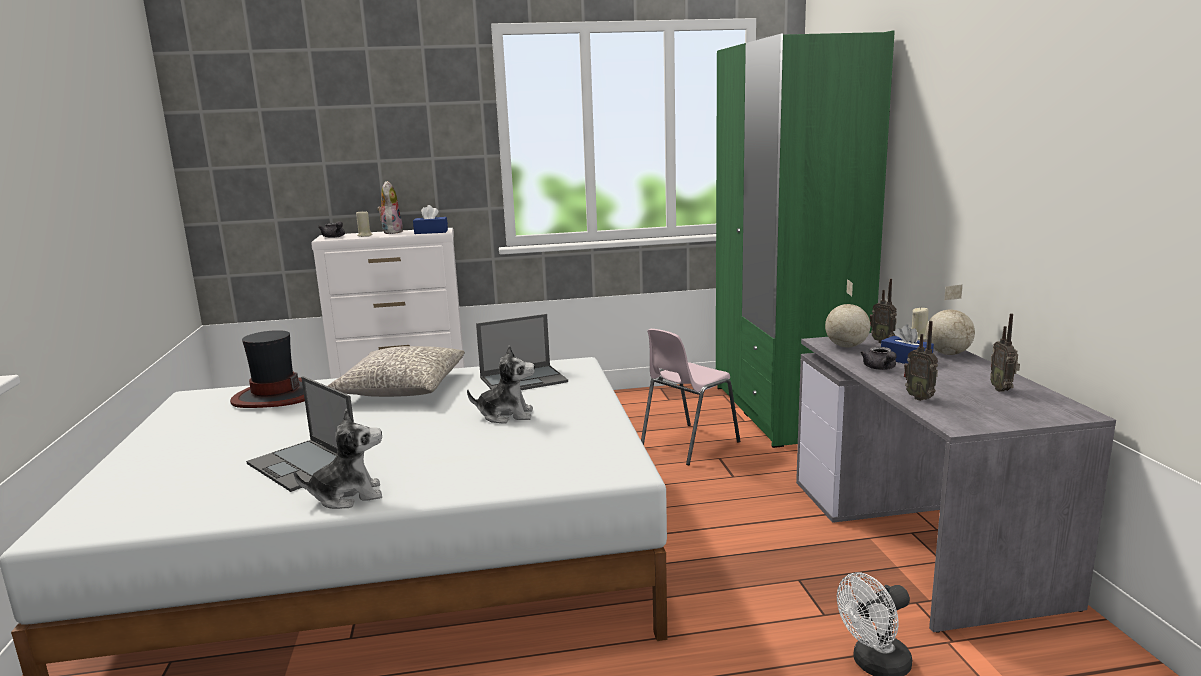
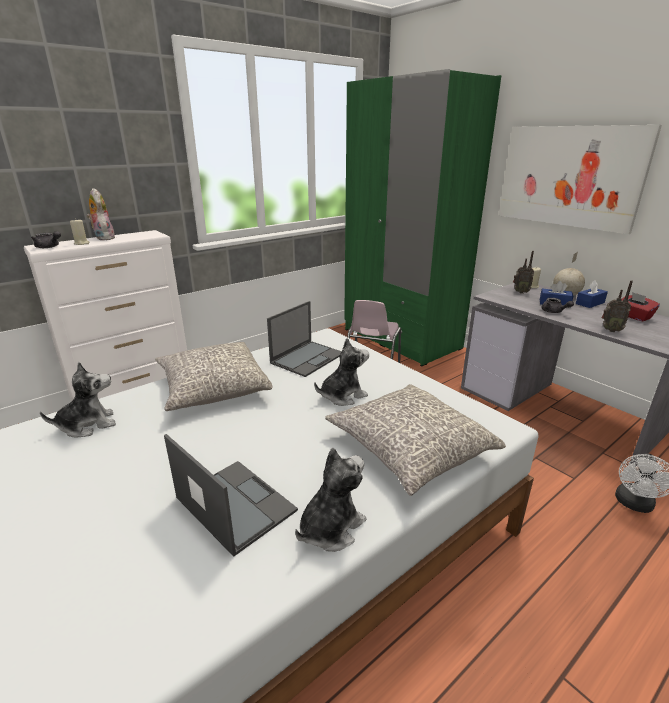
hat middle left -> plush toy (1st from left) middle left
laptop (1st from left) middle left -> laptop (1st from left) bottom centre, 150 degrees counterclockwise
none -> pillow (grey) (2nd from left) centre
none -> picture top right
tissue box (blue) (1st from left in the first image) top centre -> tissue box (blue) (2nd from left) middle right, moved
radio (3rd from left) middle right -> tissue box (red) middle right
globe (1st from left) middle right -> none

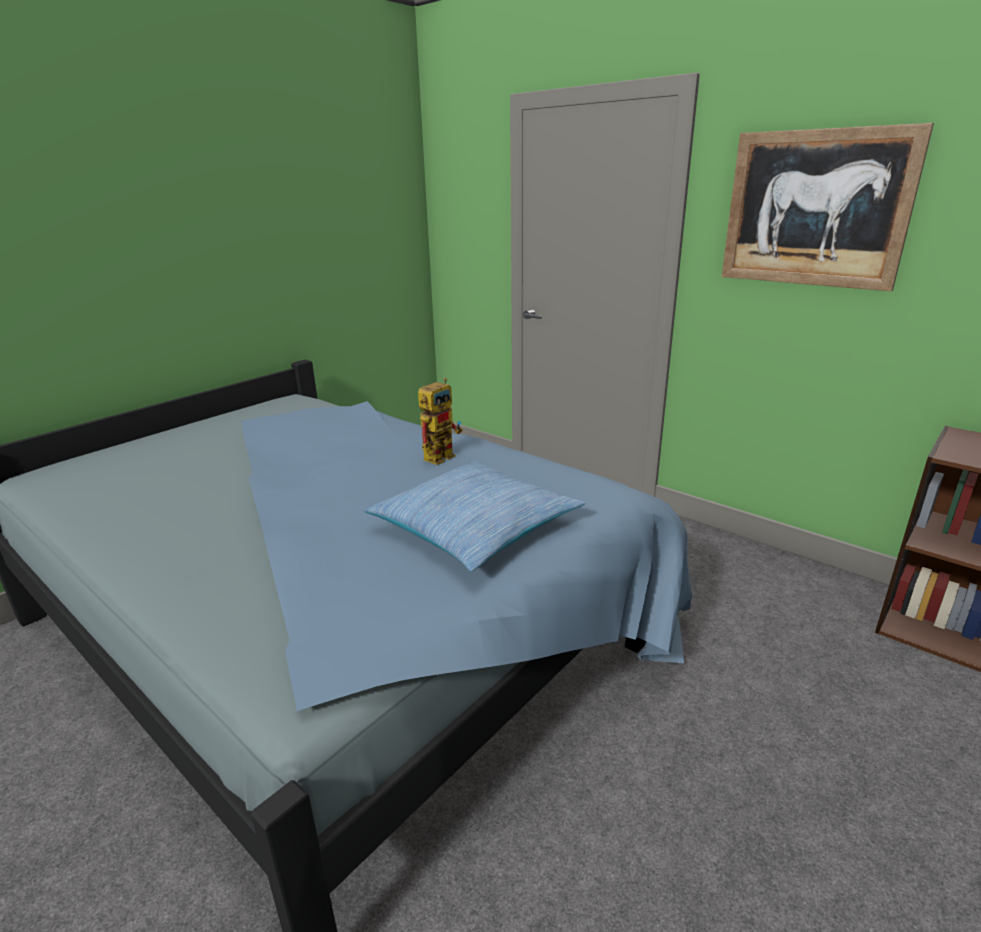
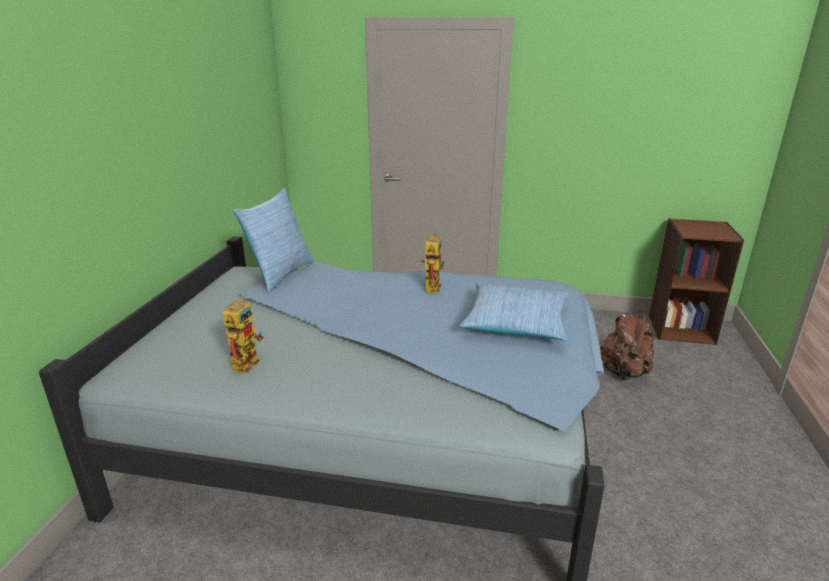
none -> toy robot (1st from left) middle left
none -> pillow (1st from left) middle left
none -> backpack (brown) middle right
picture top right -> none

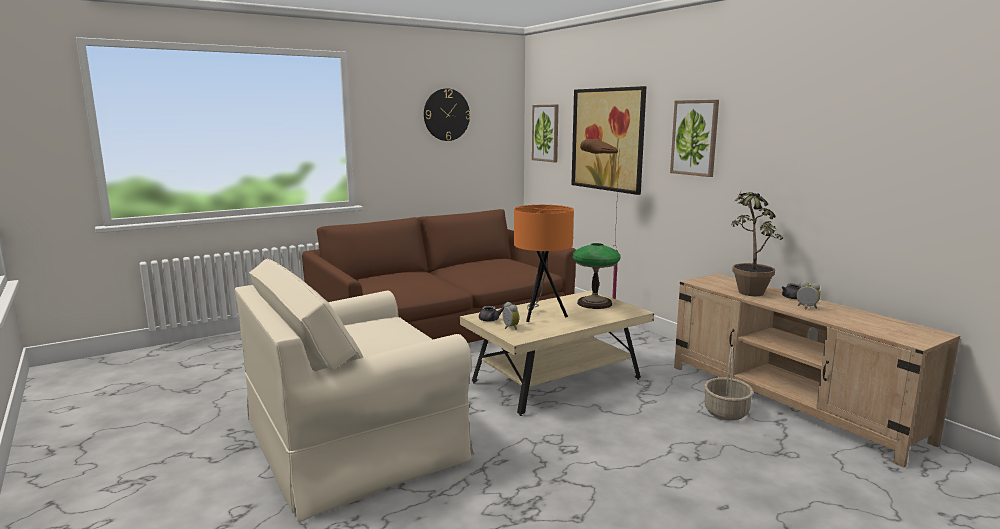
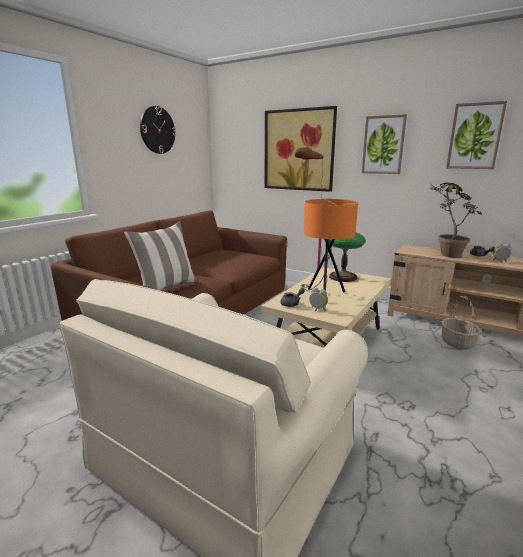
none -> pillow middle left
picture (1st from left in the first image) top centre -> picture (3rd from left) top right, moved

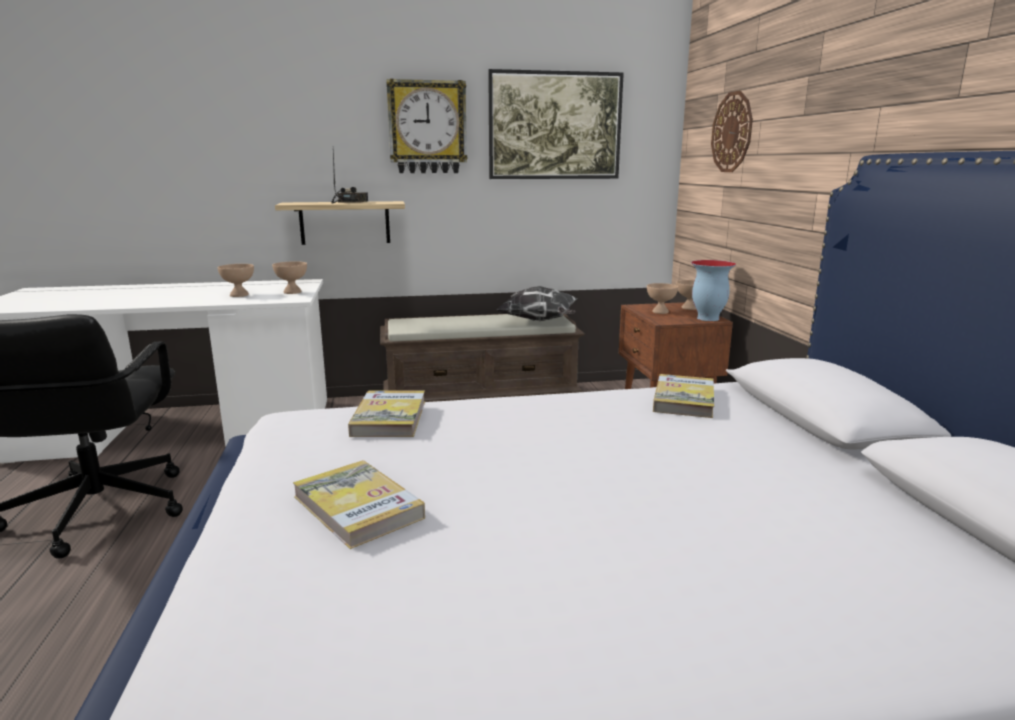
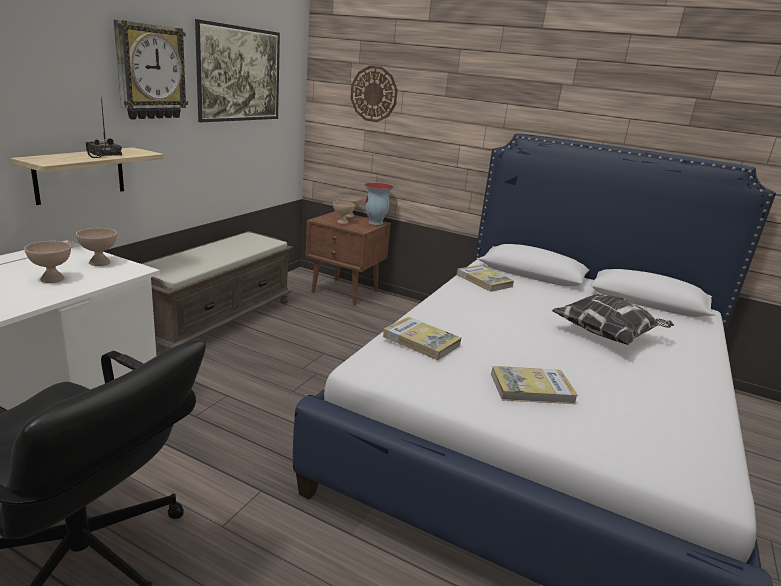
pillow centre -> pillow middle right, moved

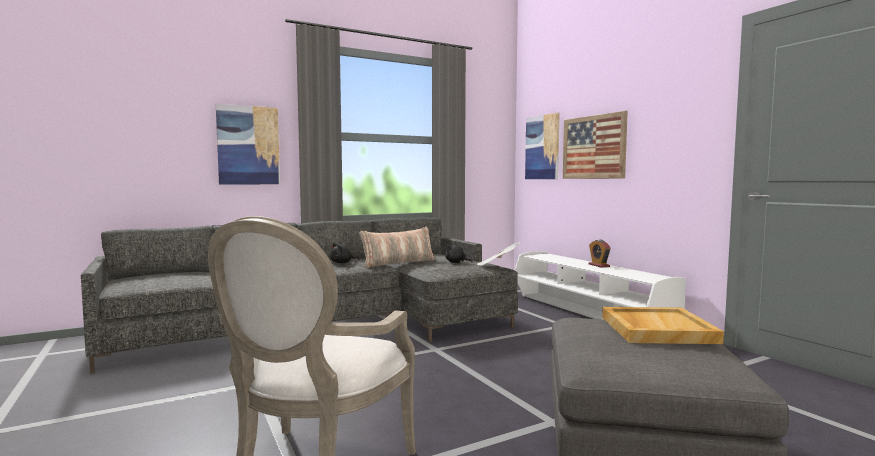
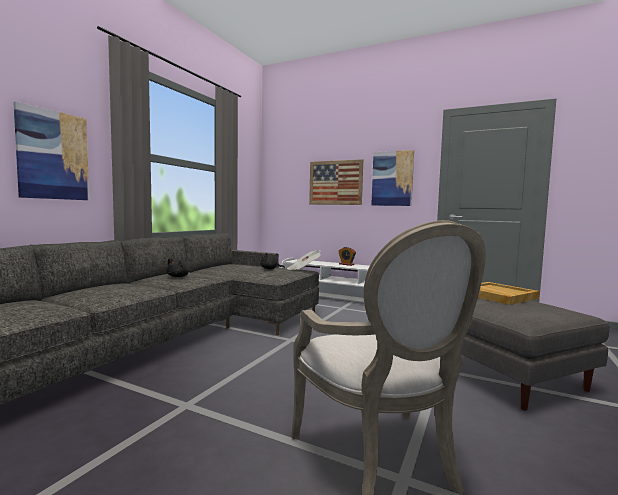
picture (2nd from left in the first image) top centre -> picture (3rd from left) centre, moved
pillow centre -> none

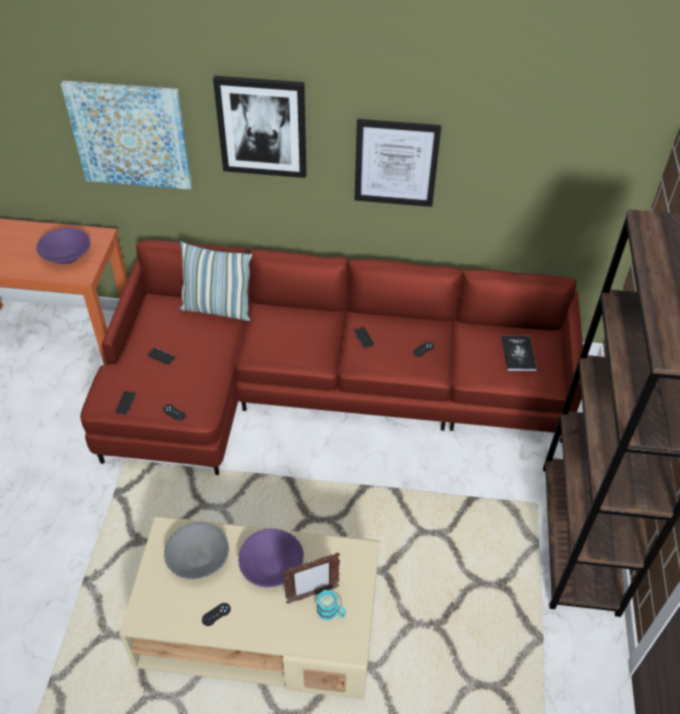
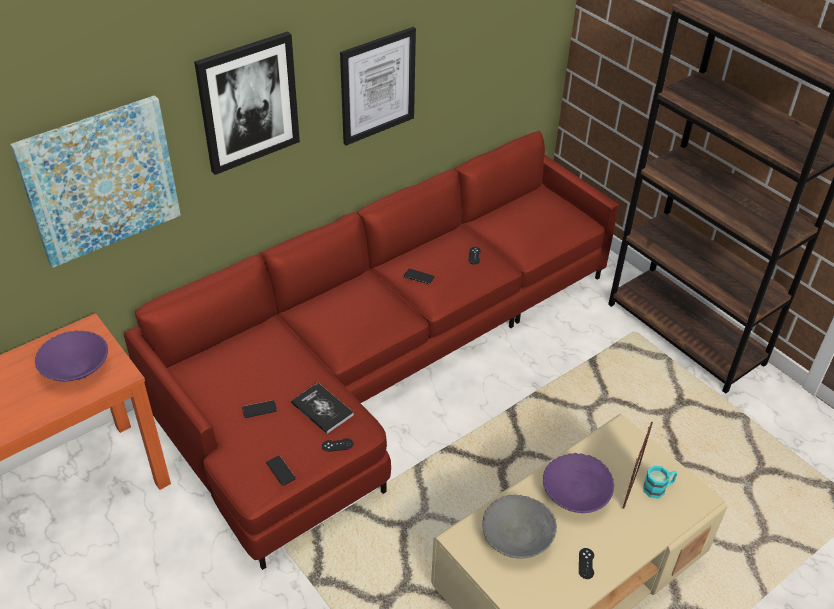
book middle right -> book bottom centre, moved
pillow middle left -> none

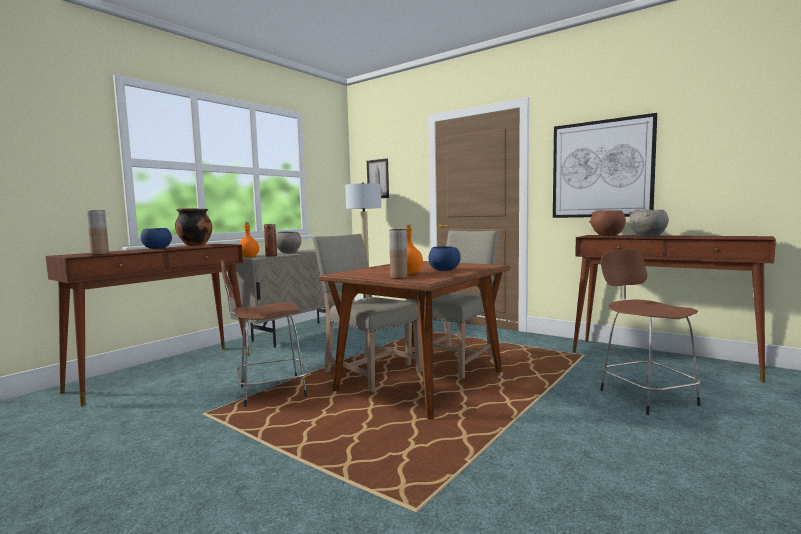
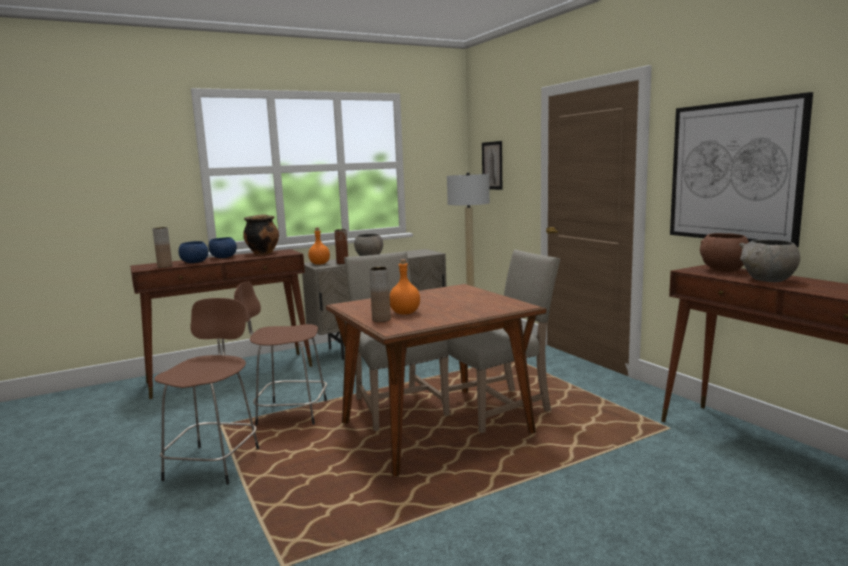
stool (brown) (2nd from left in the first image) middle right -> stool (brown) (1st from left) bottom left, moved
bowl (blue) (2nd from left in the first image) centre -> bowl (blue) (1st from left) middle left, moved

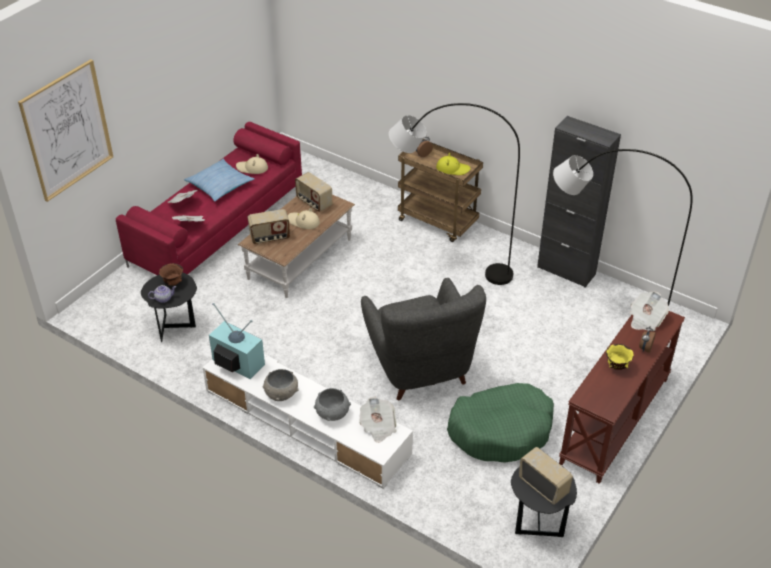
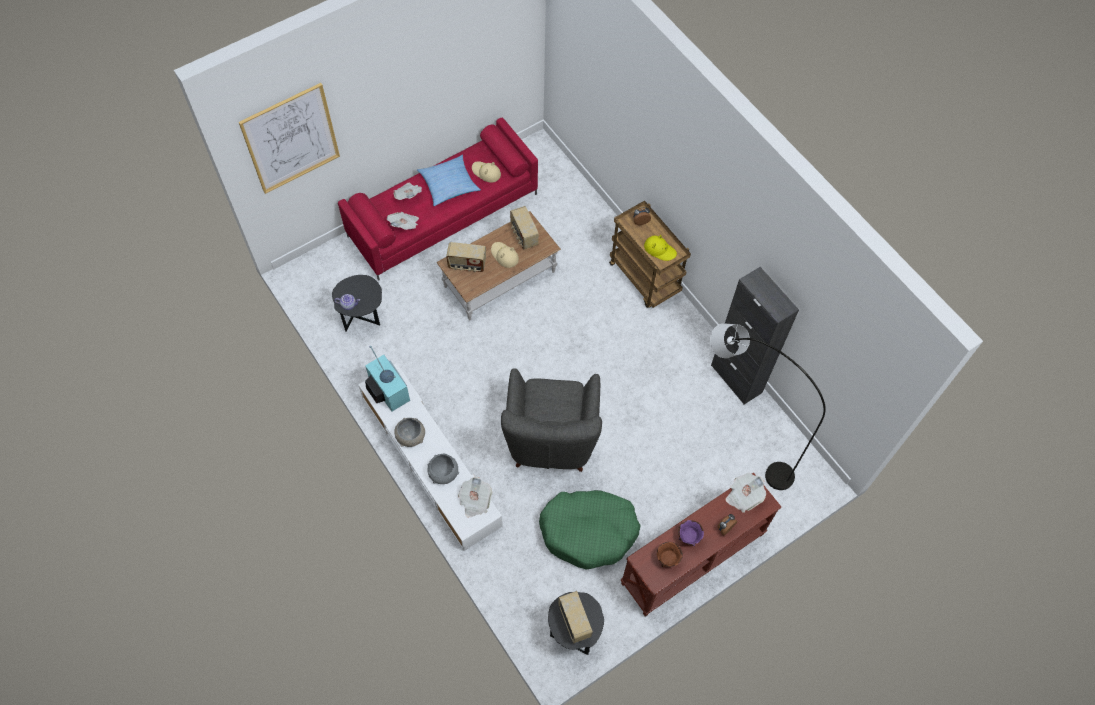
bowl (brown) middle left -> bowl (brown) bottom centre, moved
bowl (yellow) middle right -> bowl (purple) bottom centre
floor lamp (grey) (1st from left) centre -> none

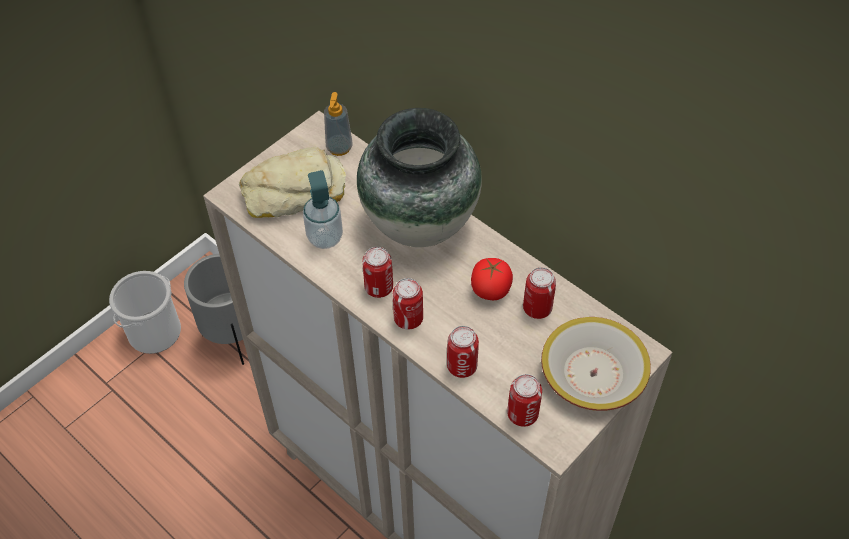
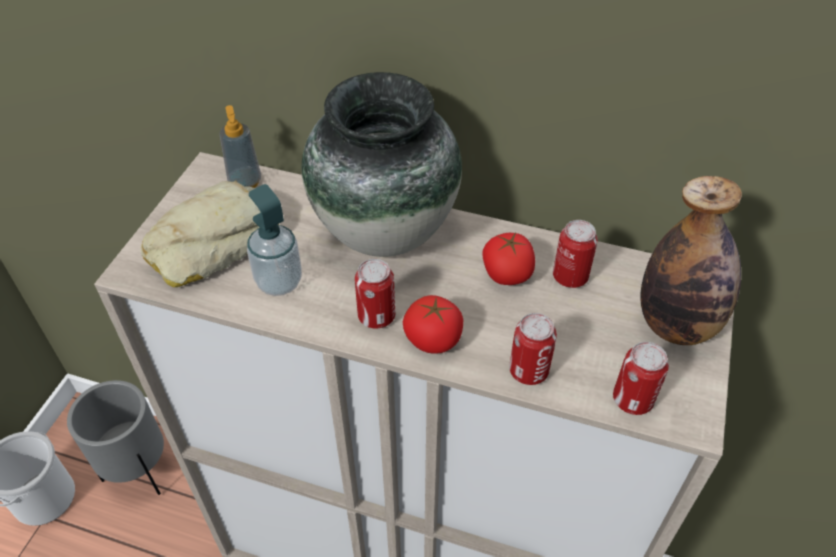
can (2nd from left) centre -> tomato (1st from left) centre
bowl bottom right -> bottle middle right

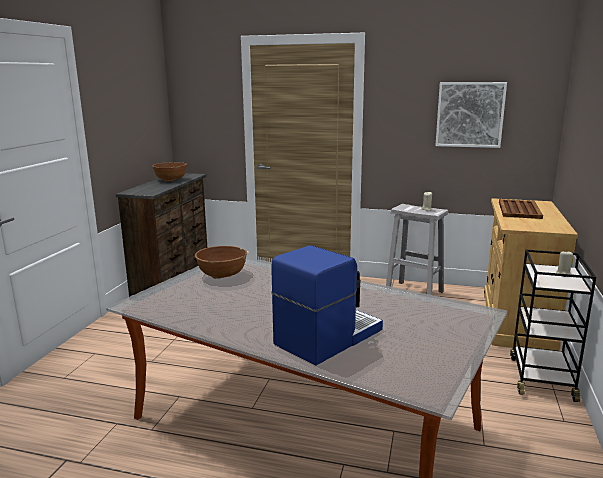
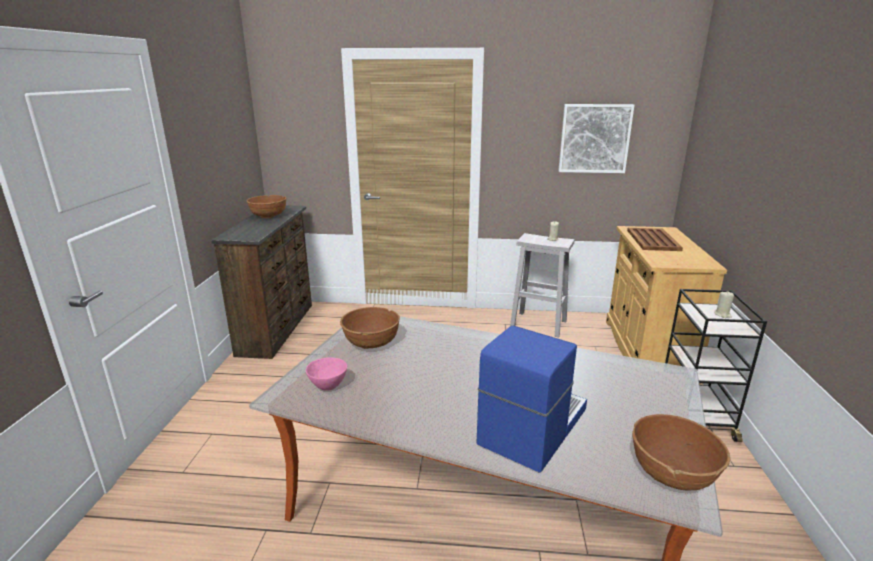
none -> bowl (pink) bottom centre
none -> bowl (brown) (3rd from left) bottom right

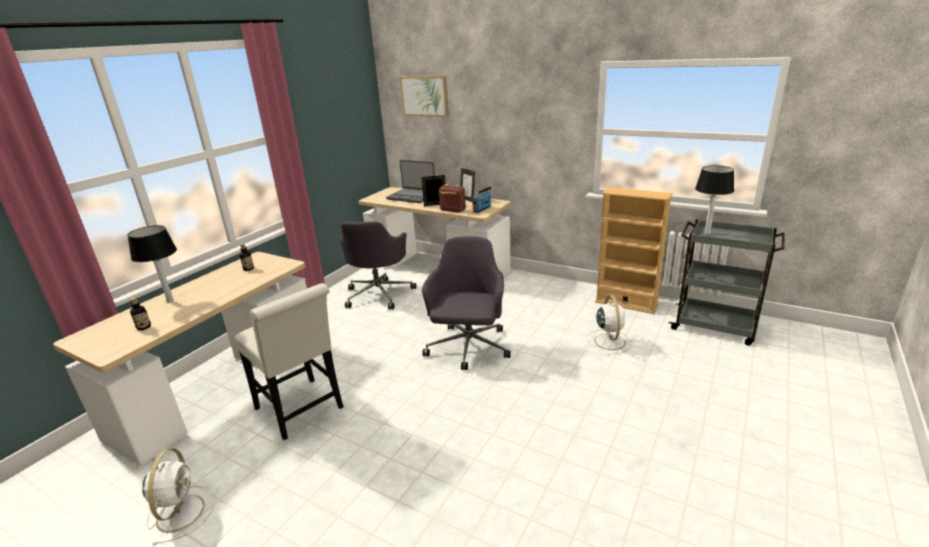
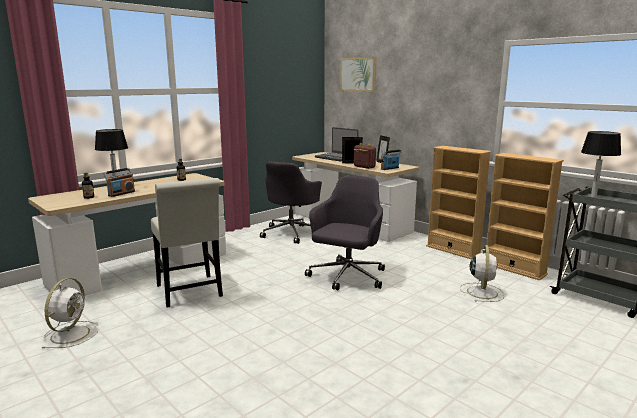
none -> radio (1st from left) middle left
none -> bookcase (beige) (1st from left) middle right

